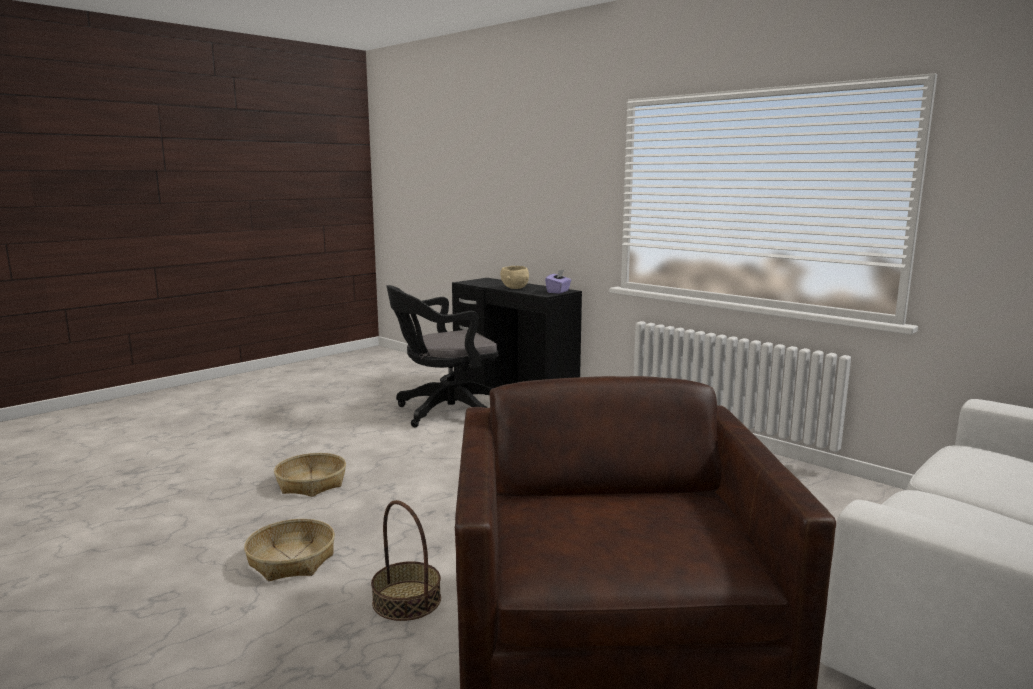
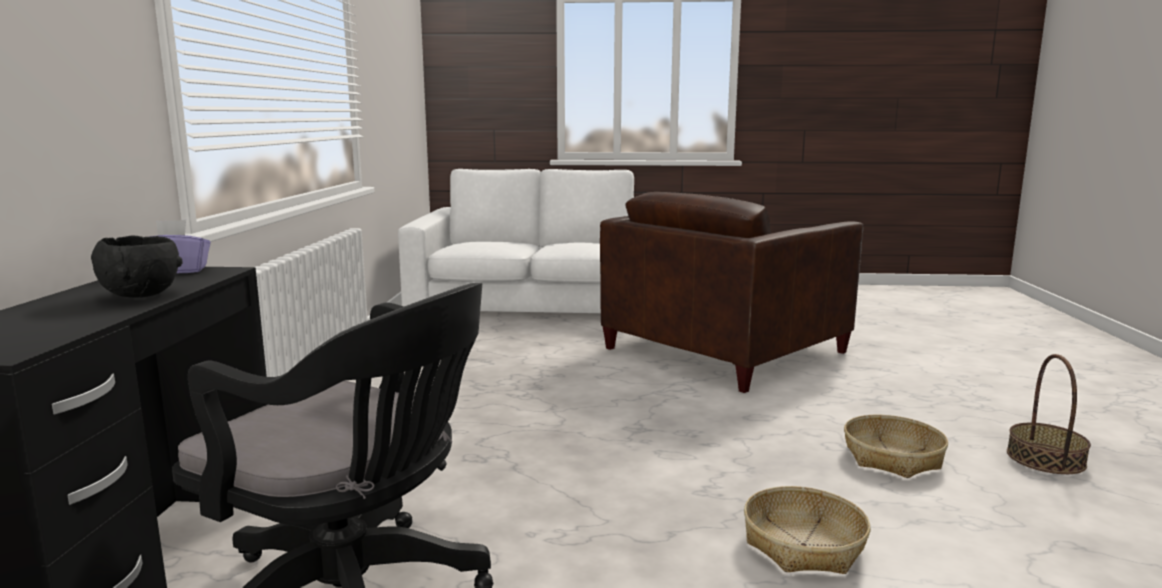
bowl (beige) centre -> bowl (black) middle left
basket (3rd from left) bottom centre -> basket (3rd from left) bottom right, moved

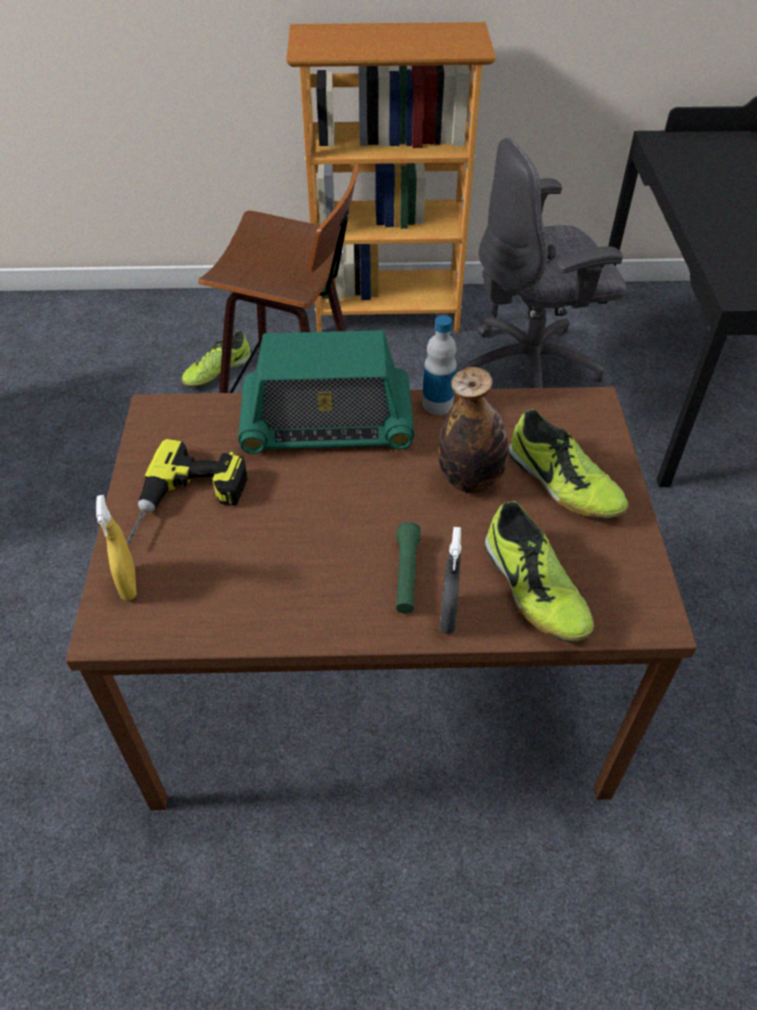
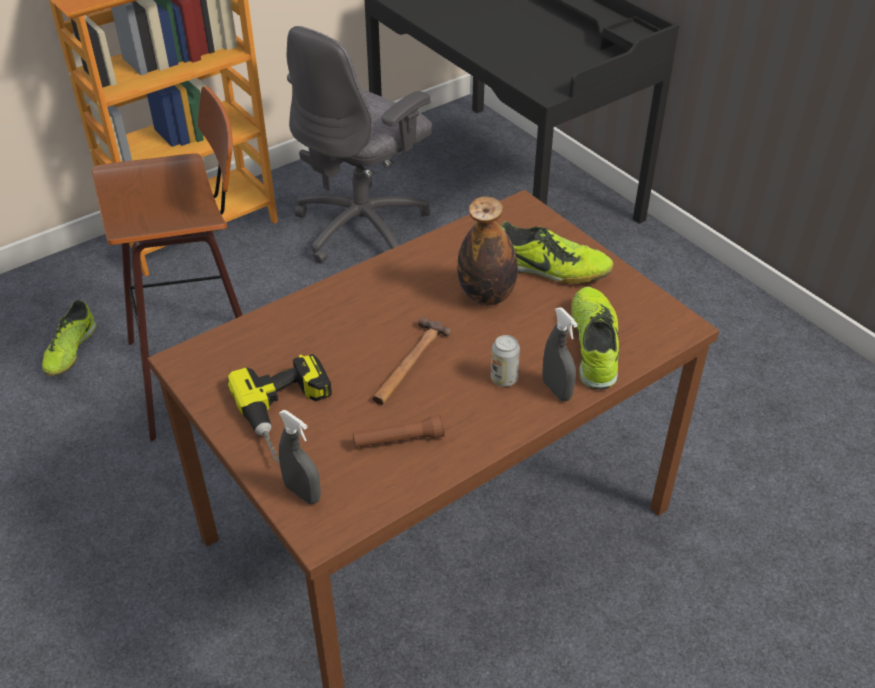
spray bottle (yellow) middle left -> spray bottle (grey) (1st from left) centre
none -> flashlight (brown) centre
none -> hammer centre
flashlight (green) centre -> can centre
shoe (2nd from left in the first image) middle right -> shoe (3rd from left) middle right, 120 degrees counterclockwise
radio centre -> none
bottle (1st from left) centre -> none

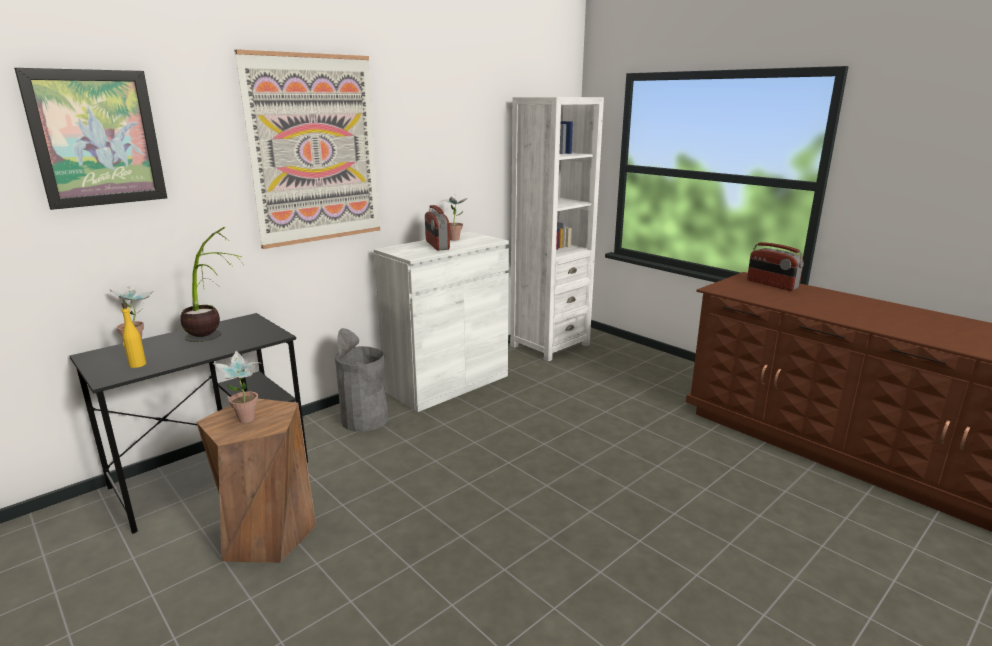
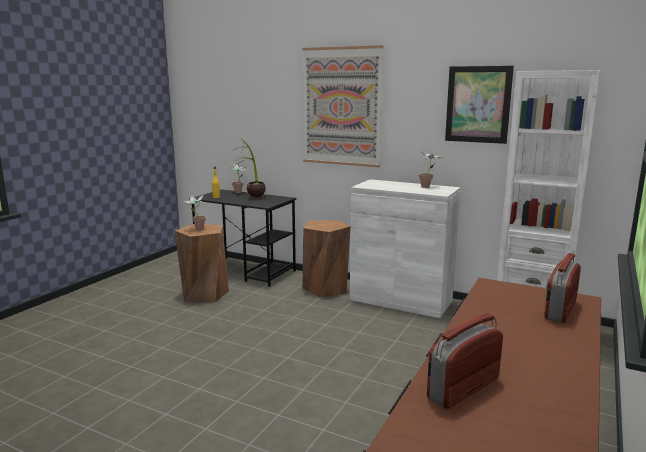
trash can (grey) centre -> stool (brown) (2nd from left) centre
radio (1st from left) centre -> radio (1st from left) bottom right, moved
picture (1st from left in the first image) top left -> picture (2nd from left) top right, moved

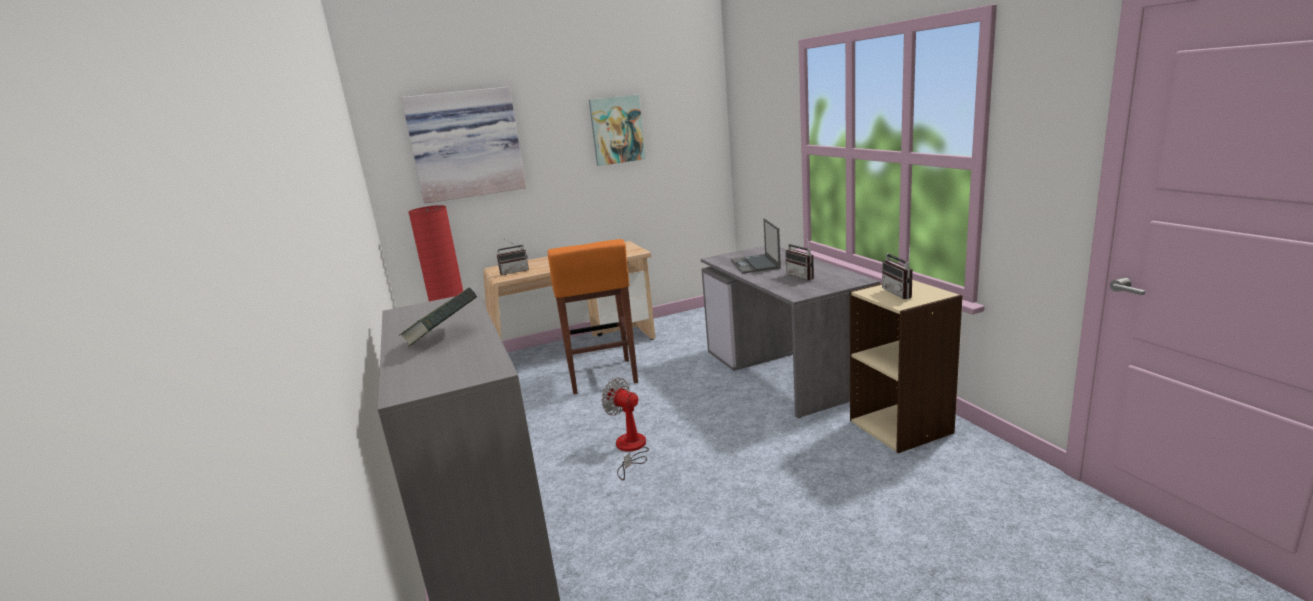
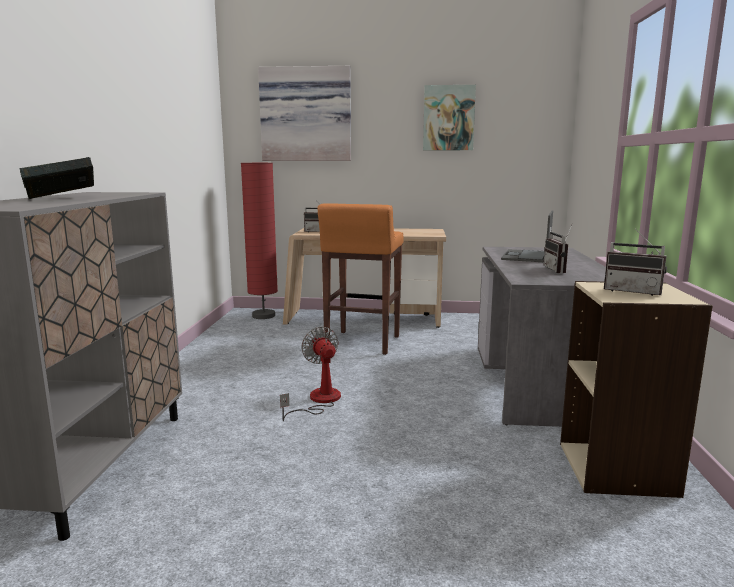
radio (3rd from left) middle right, 75 degrees counterclockwise

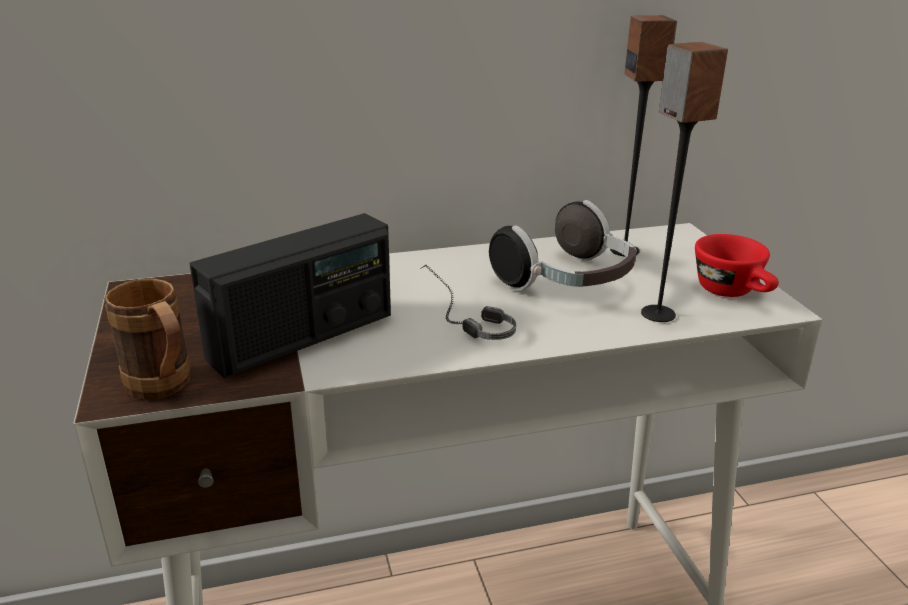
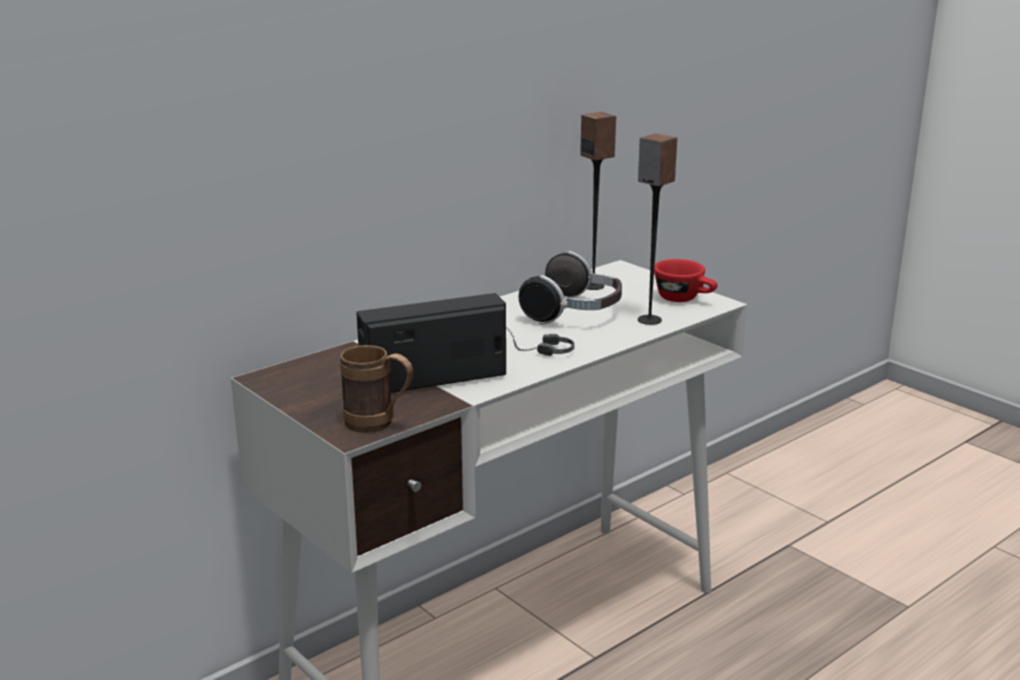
radio middle left -> radio centre, 135 degrees counterclockwise

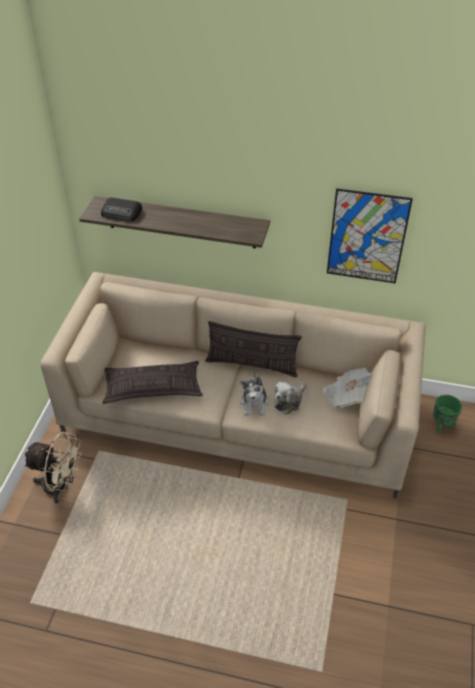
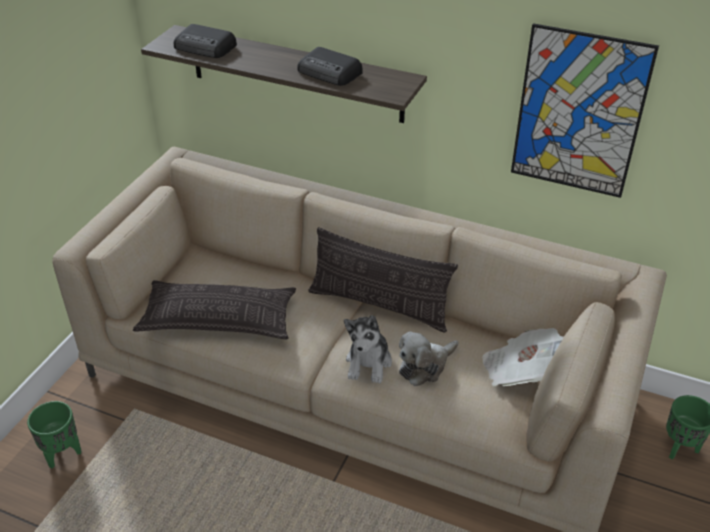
fan (beige) bottom left -> planter (green) (1st from left) bottom left
none -> radio (2nd from left) top centre

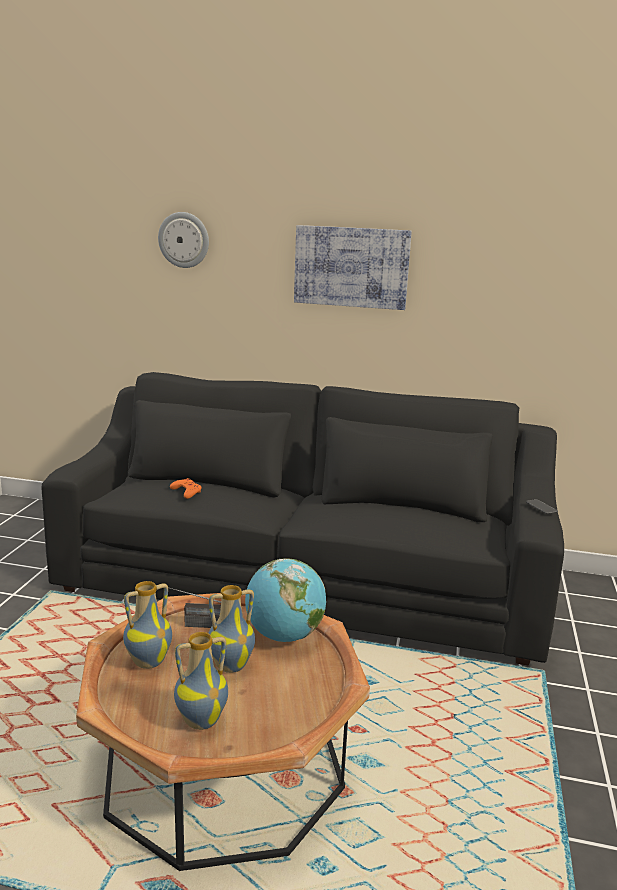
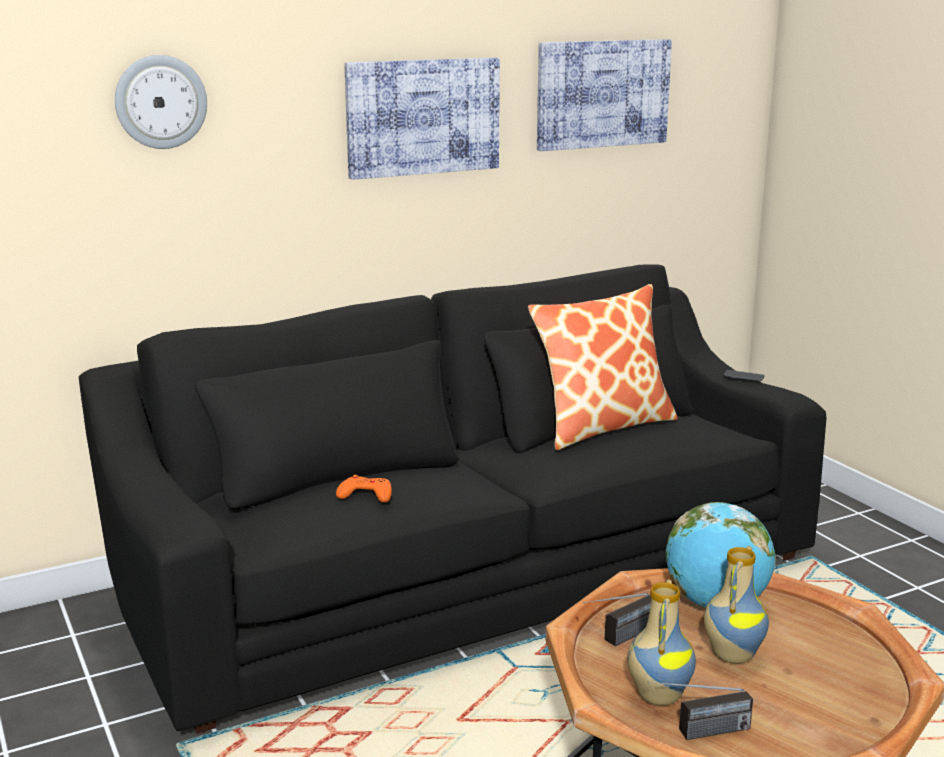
none -> pillow centre
none -> picture (2nd from left) top centre
none -> radio (2nd from left) bottom right
vase (2nd from left) bottom left -> none

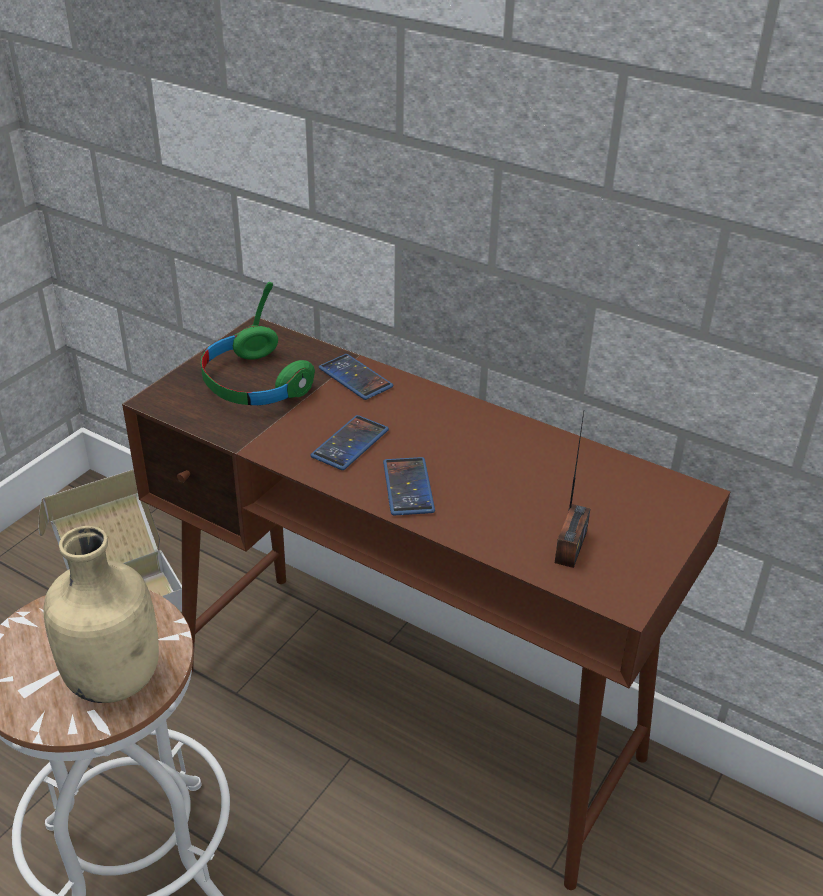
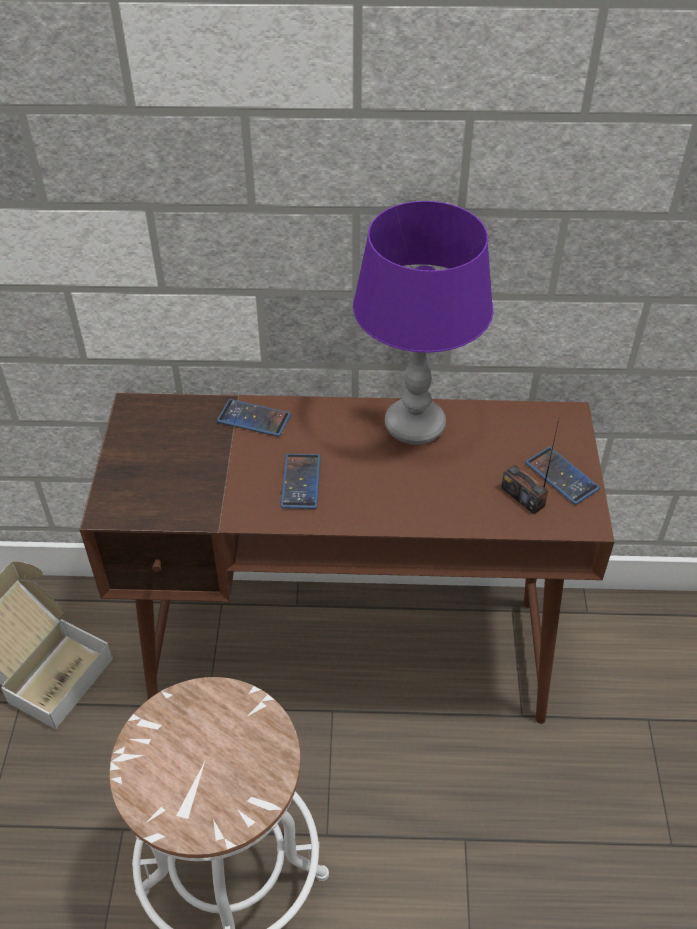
none -> table lamp (purple) centre
radio middle right, 150 degrees clockwise
phone (3rd from left) centre -> phone (3rd from left) middle right, moved
bottle (beige) bottom left -> none
headphones (green) middle left -> none

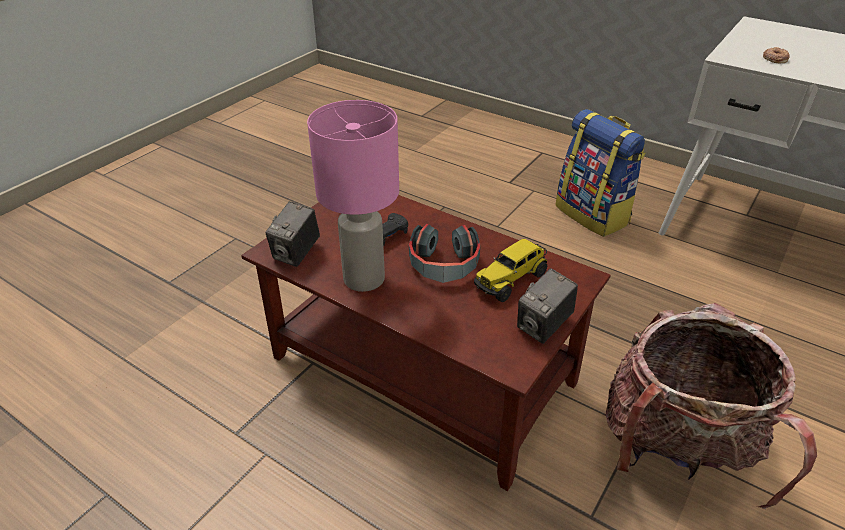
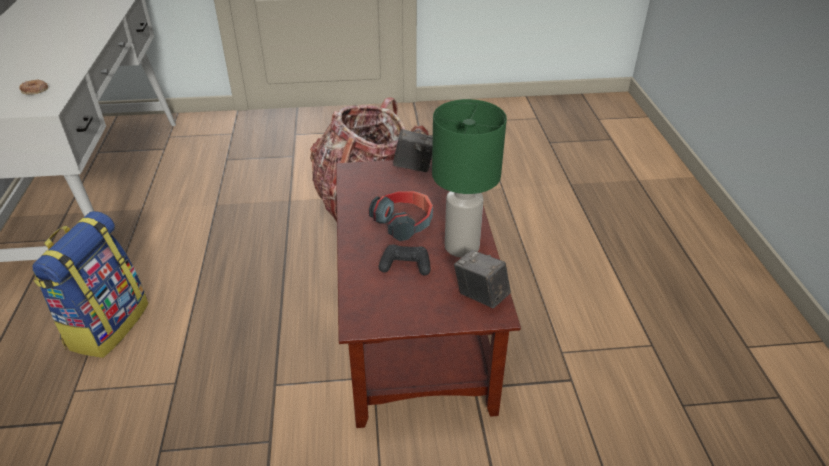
table lamp (pink) centre -> table lamp (green) centre
photo camera (1st from left in the first image) centre -> photo camera (2nd from left) centre, 120 degrees counterclockwise
toy truck centre -> none

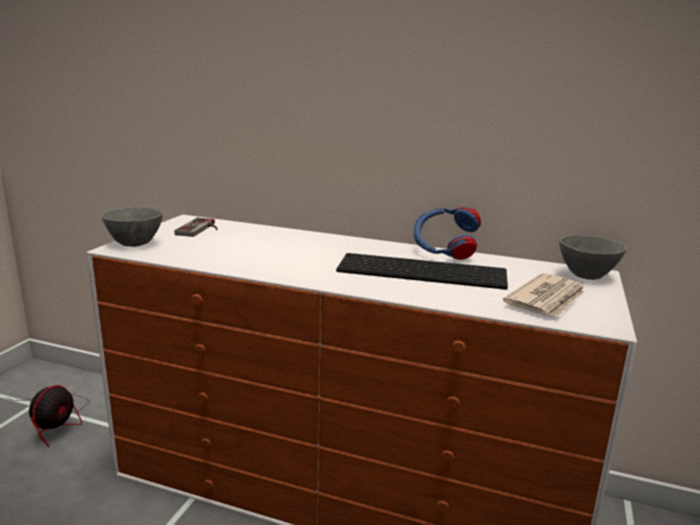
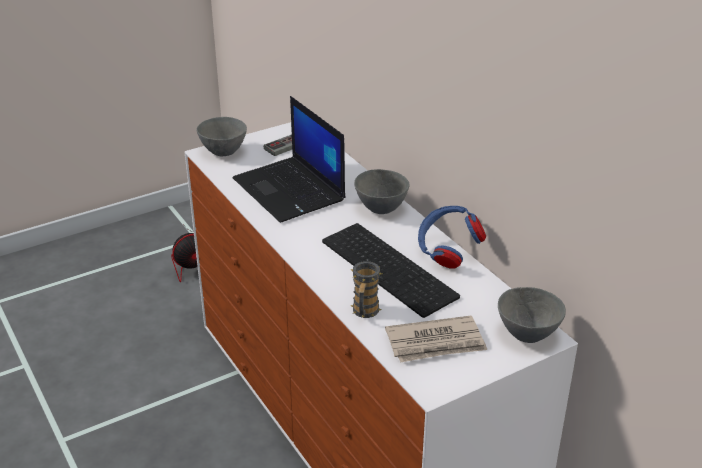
none -> laptop centre
none -> mug centre
none -> bowl (grey) (2nd from left) centre

